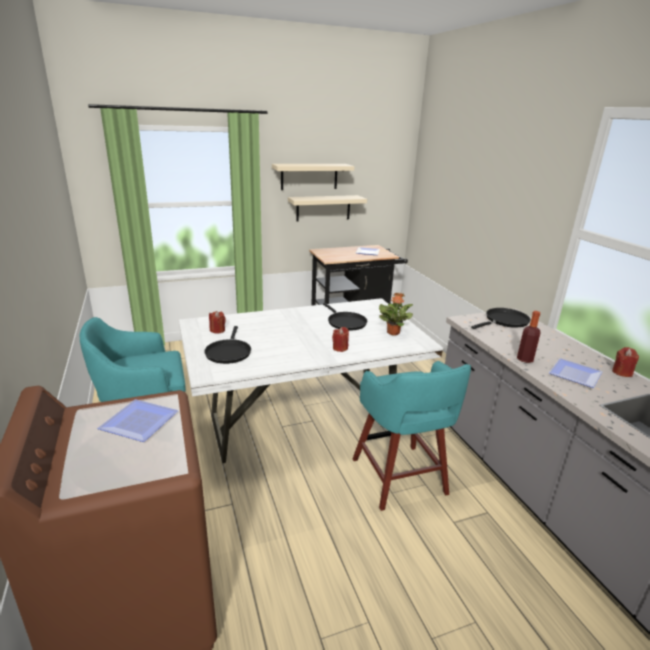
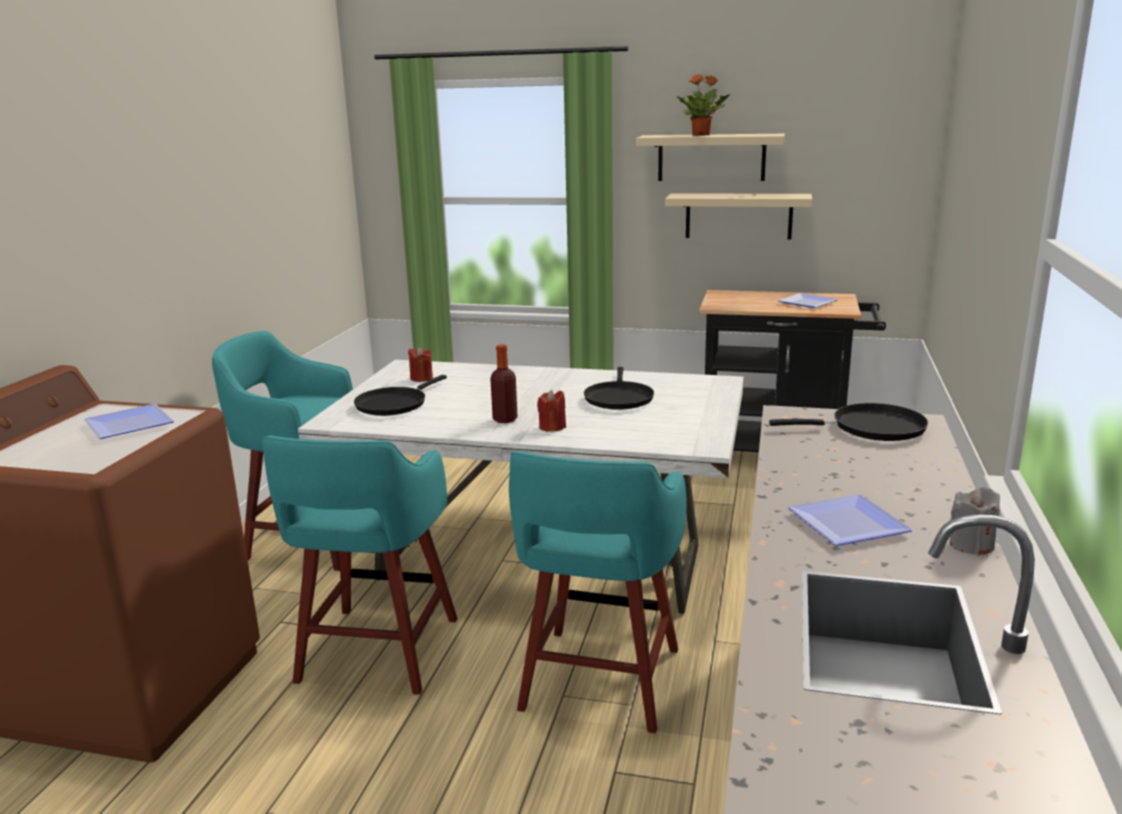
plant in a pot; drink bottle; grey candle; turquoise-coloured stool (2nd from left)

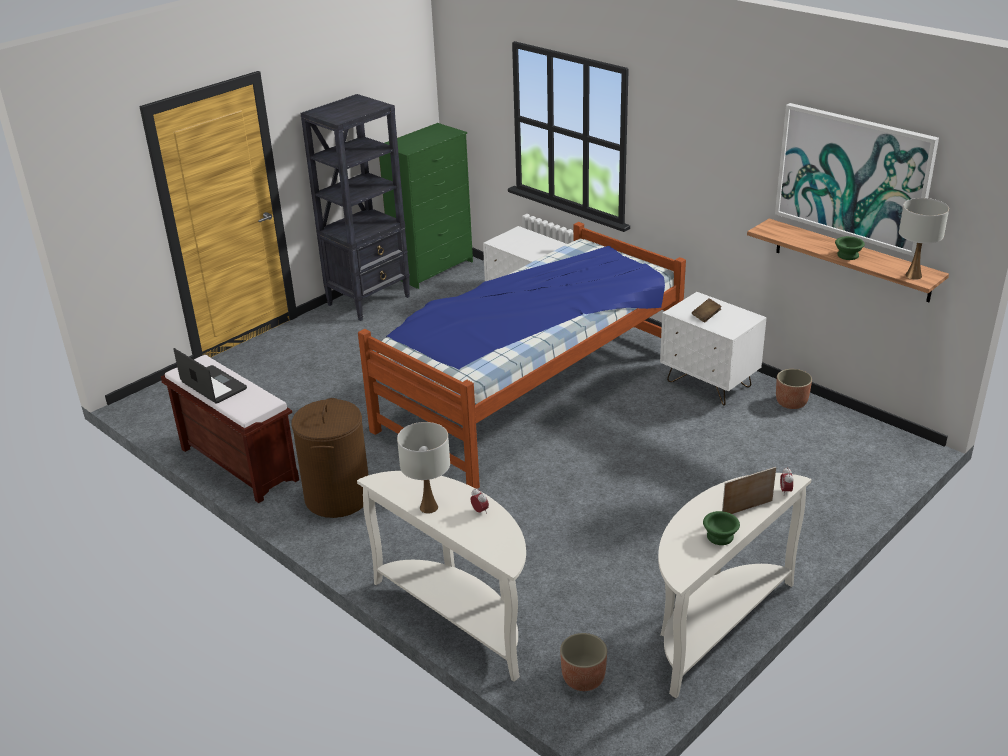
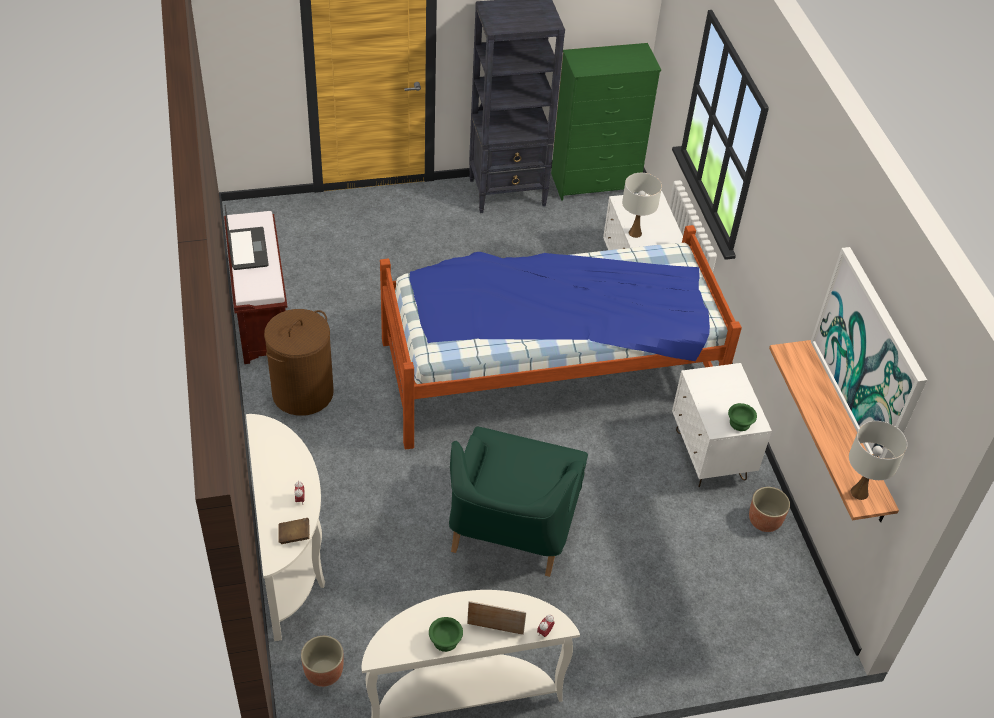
greenish deep dish (2nd from left); brown-coloured volume; white-coloured tabletop lamp (1st from left); greenish lounge chair

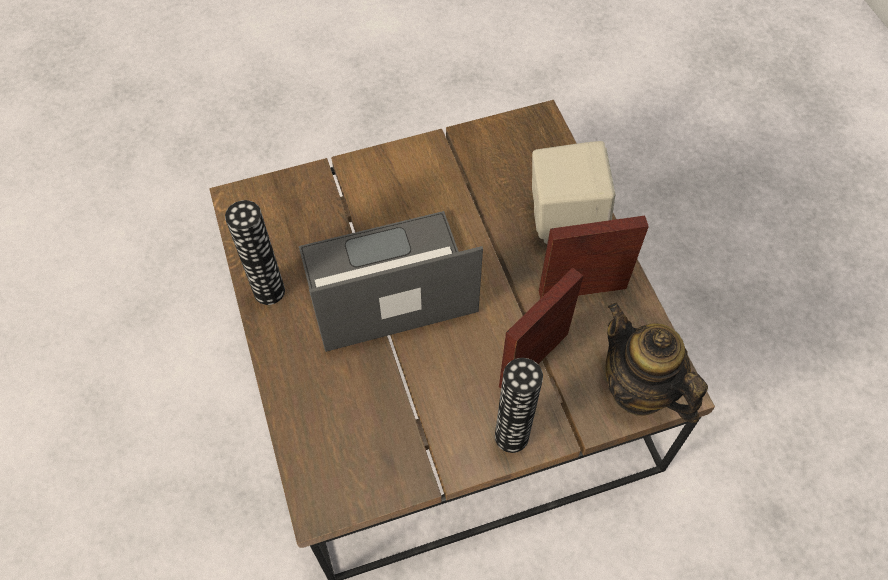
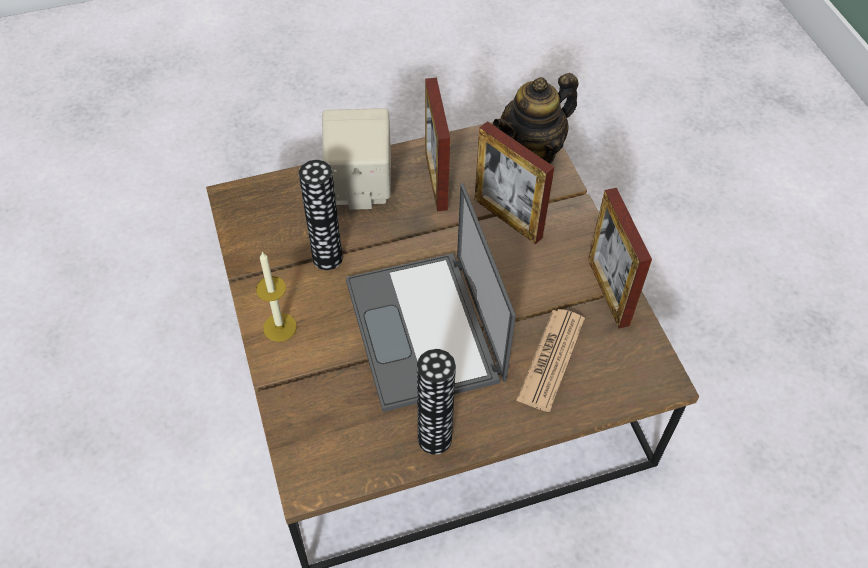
decorative vase (1st from left); picture frame (3rd from left); candle; newspaper

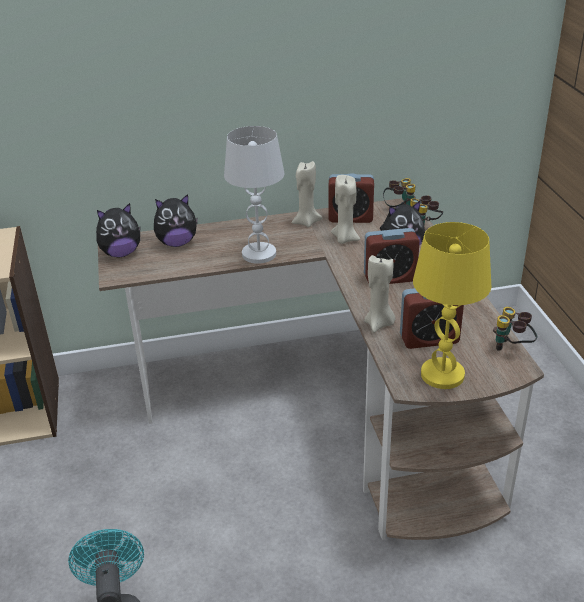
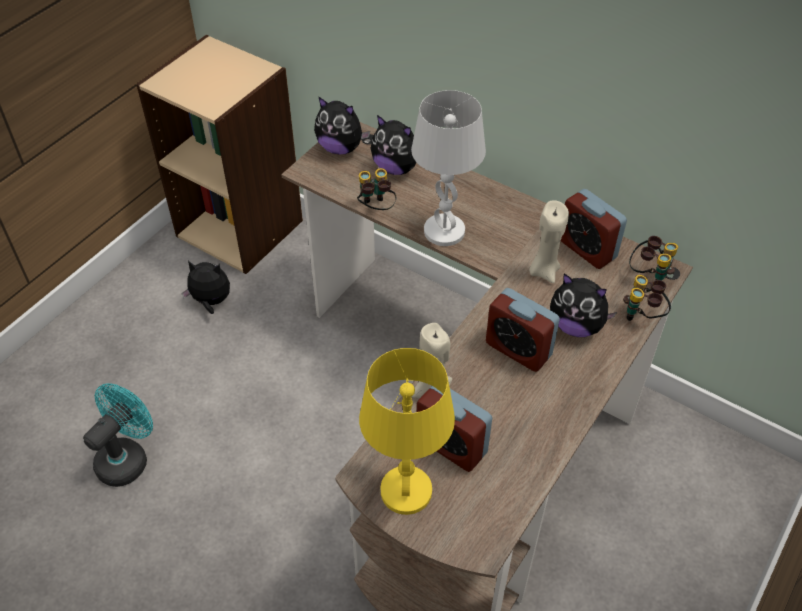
beige-coloured candle (1st from left in the first image); field glasses (1st from left); cuddly toy (1st from left)

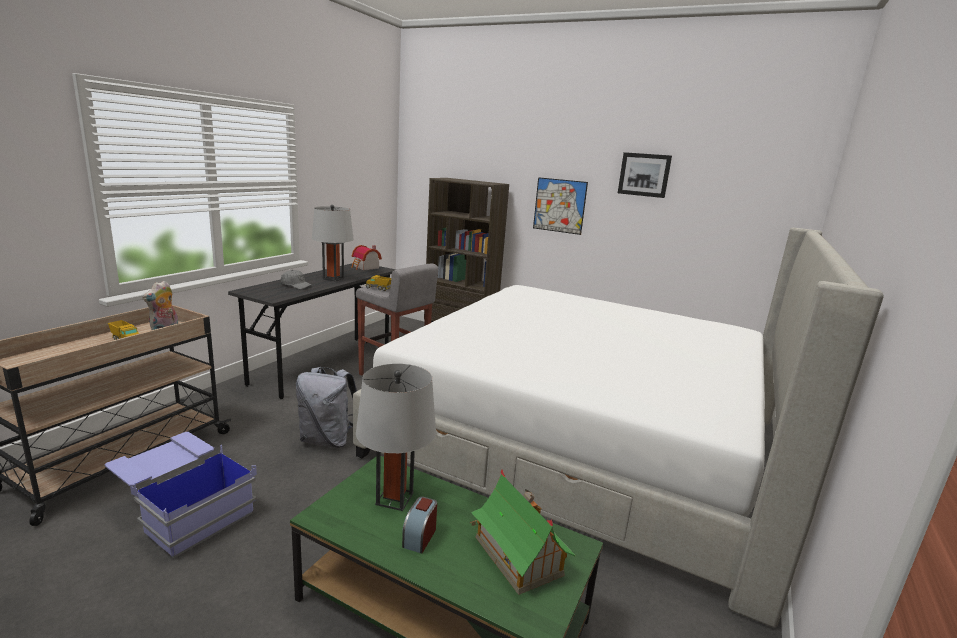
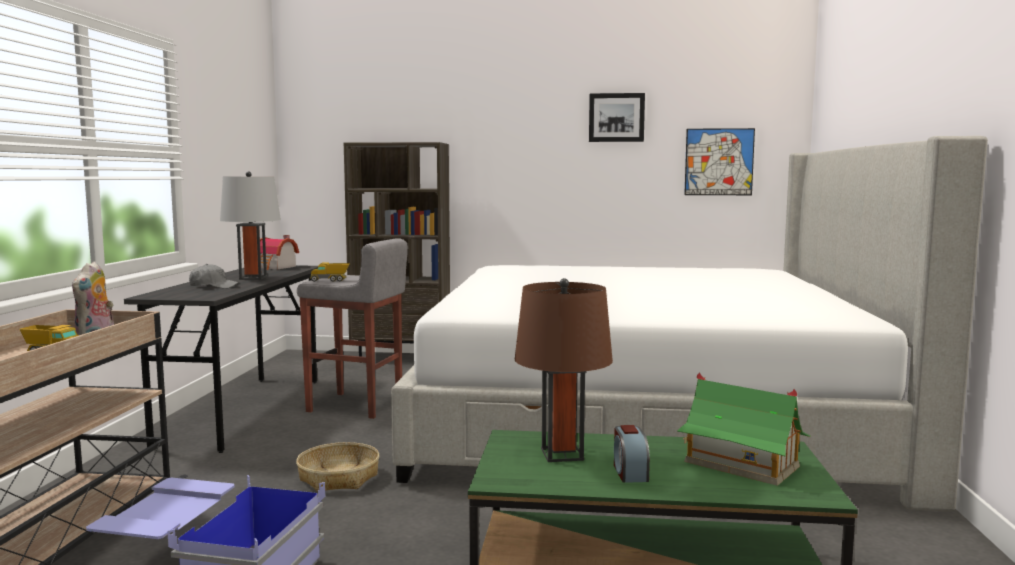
wall picture (2nd from left); brown-coloured tabletop lamp; household basket

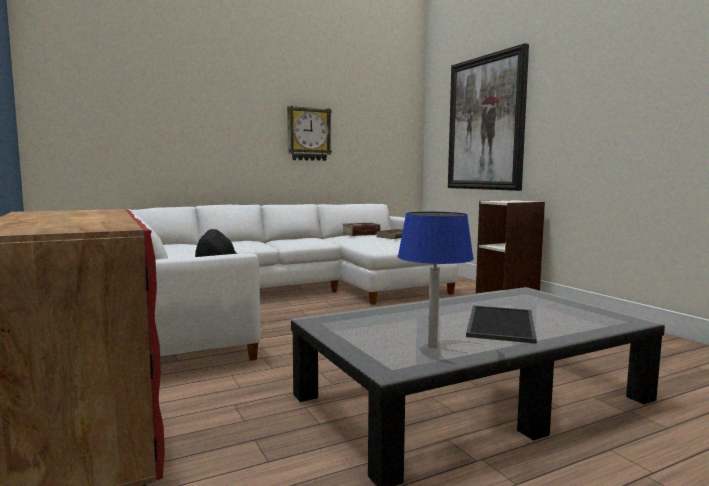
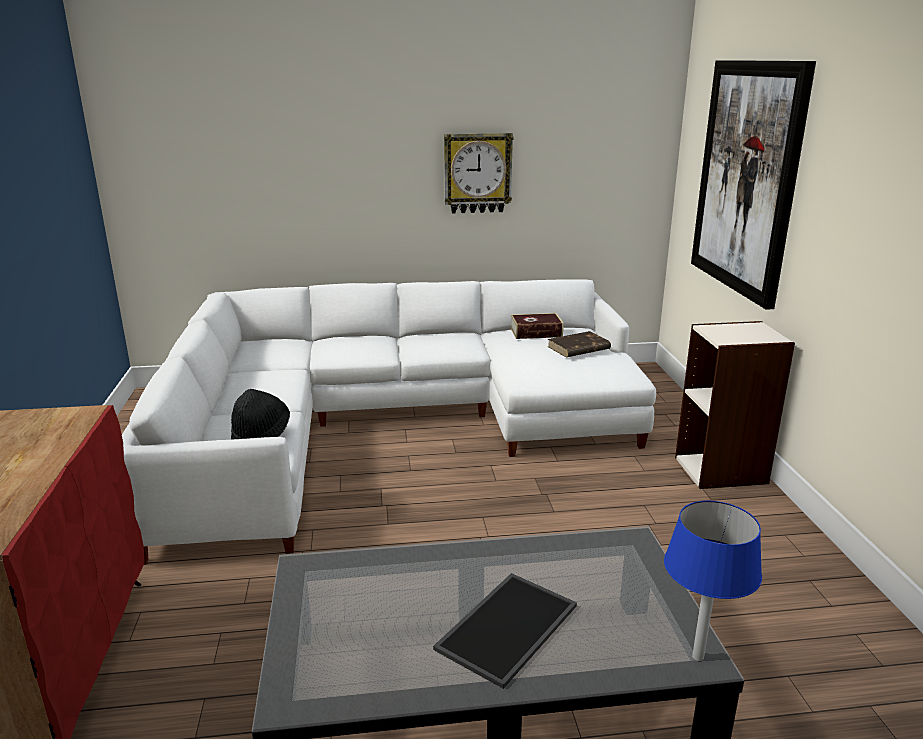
blue tabletop lamp

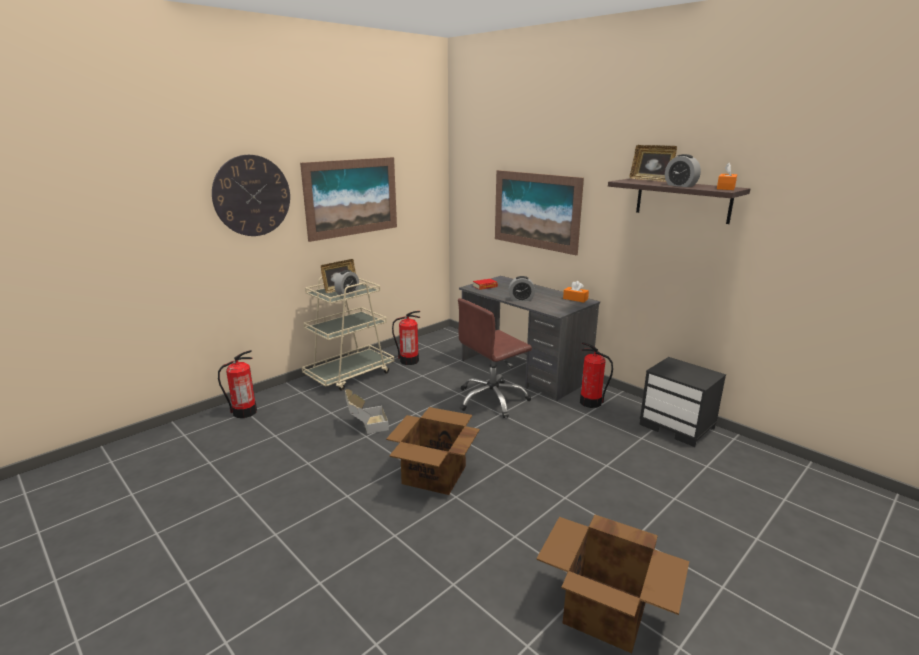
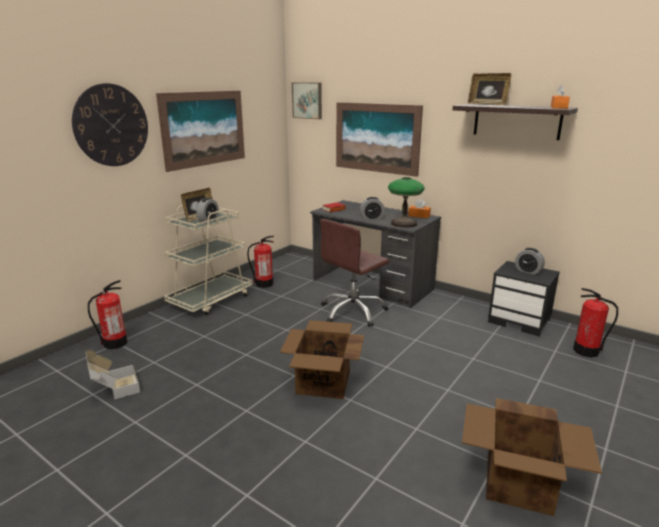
table clock (3rd from left); fire-fighting cylinder (3rd from left); cardboard box (1st from left); wall picture (2nd from left); tabletop lamp

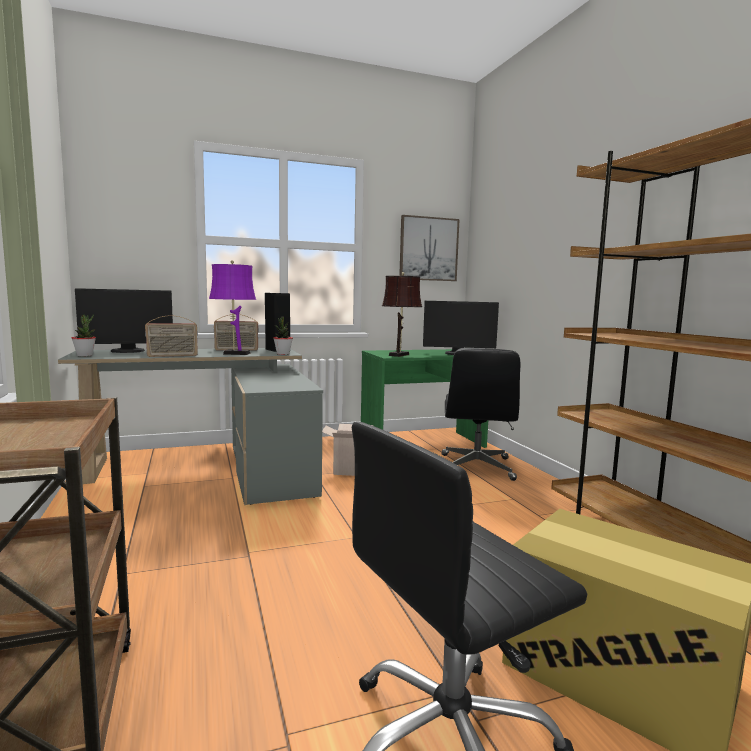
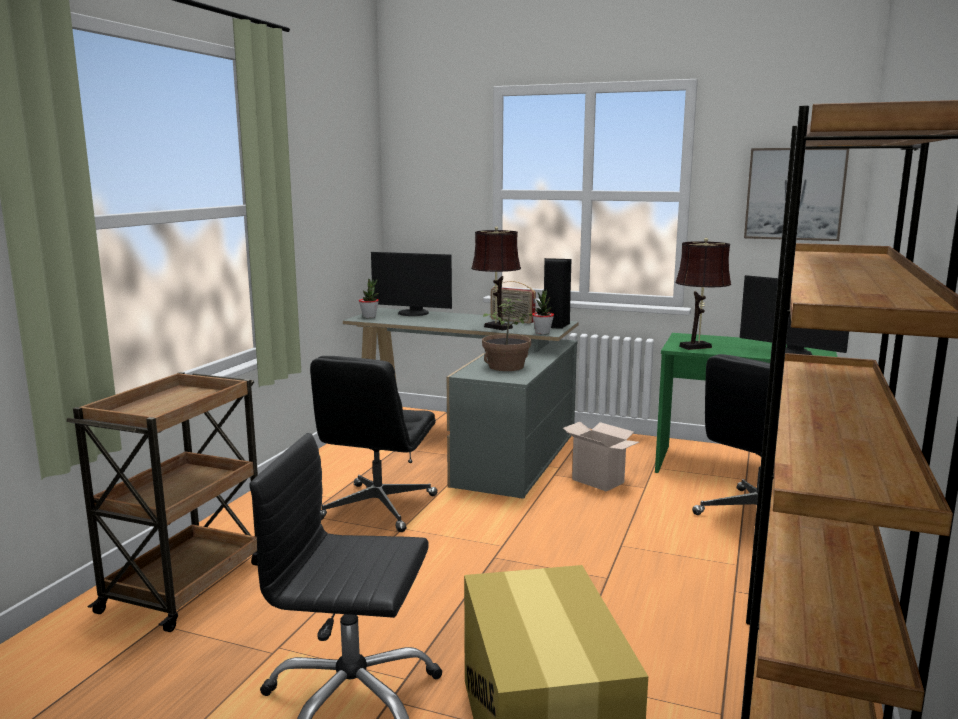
brown-coloured tabletop lamp (1st from left); radio receiver (1st from left in the first image); plant in a pot (2nd from left); black-coloured computer chair (2nd from left)

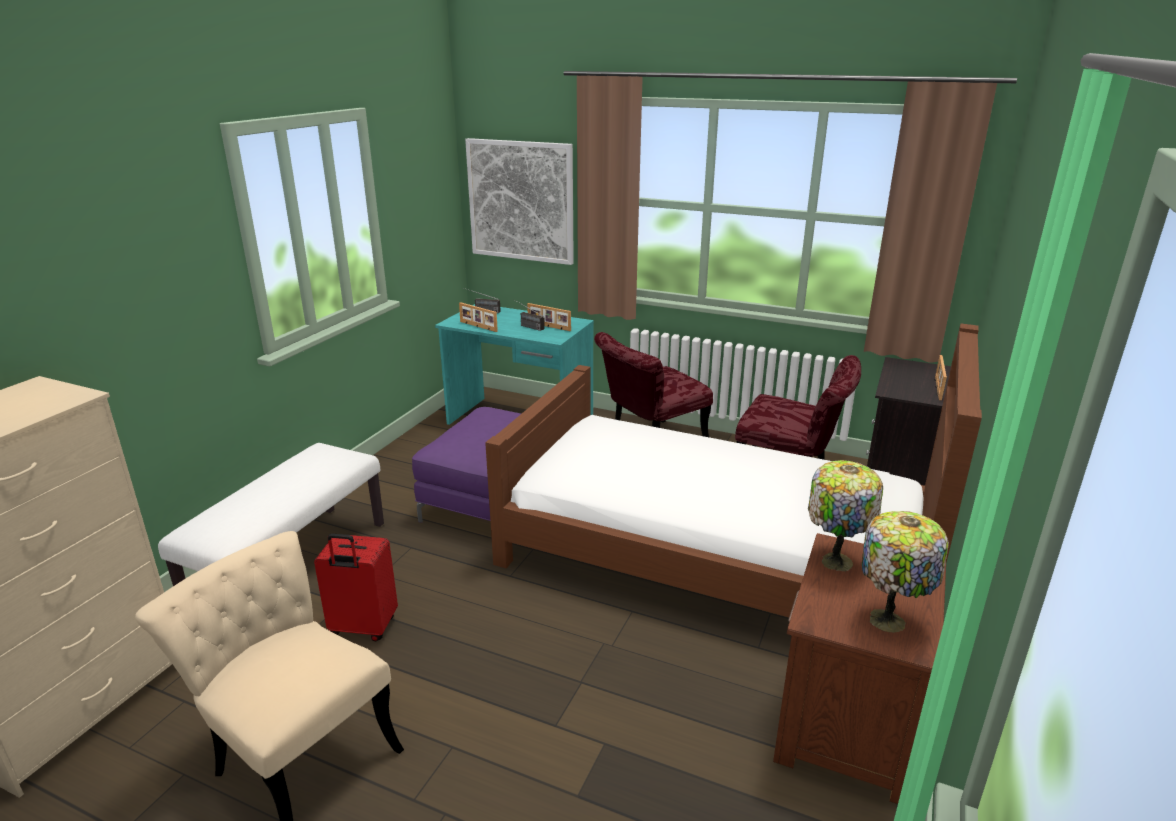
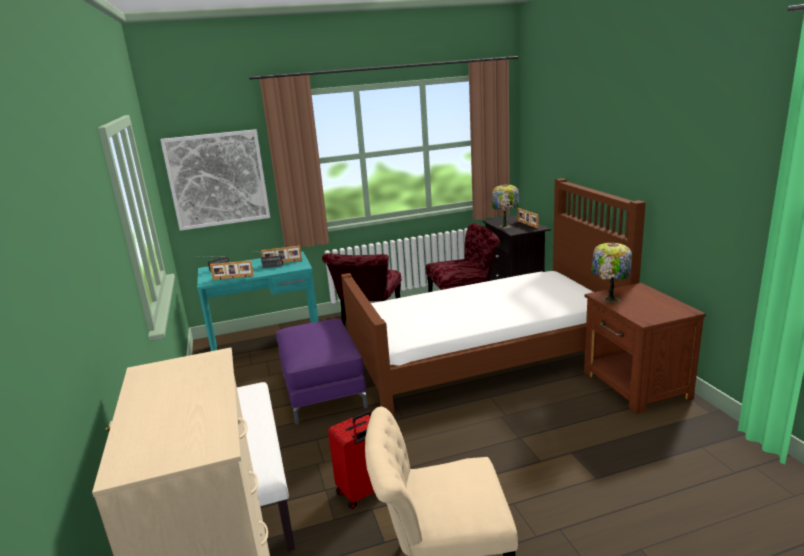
tabletop lamp (1st from left)

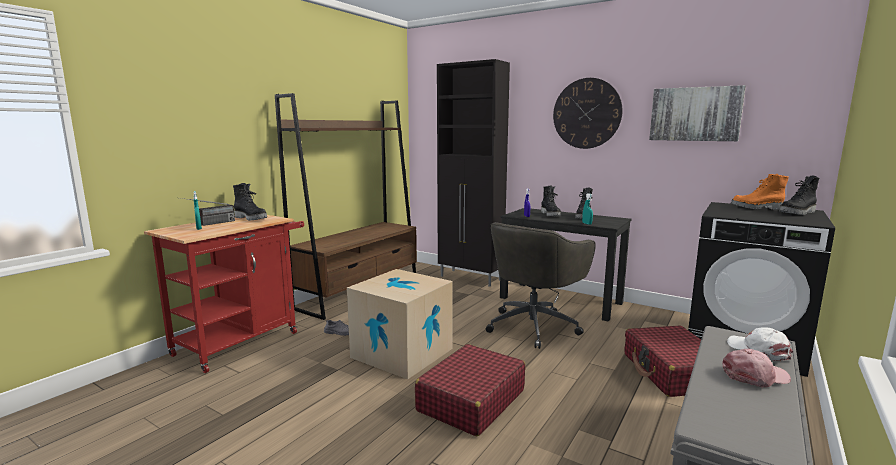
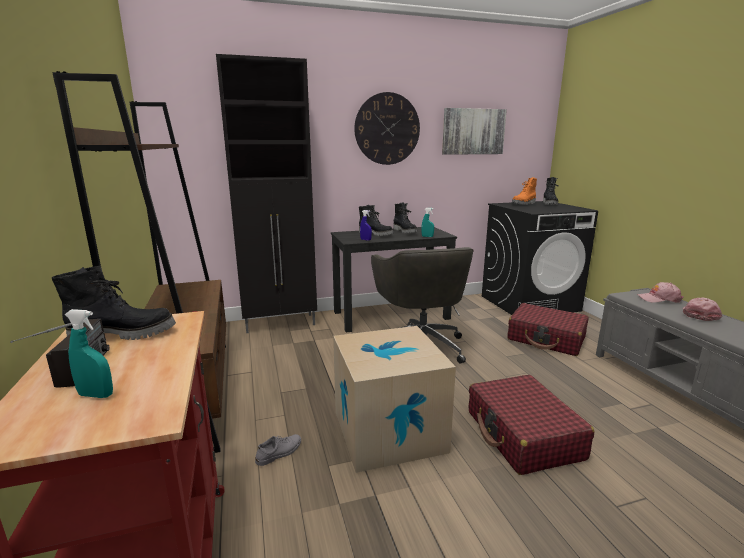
pink-coloured baseball cap (1st from left)

